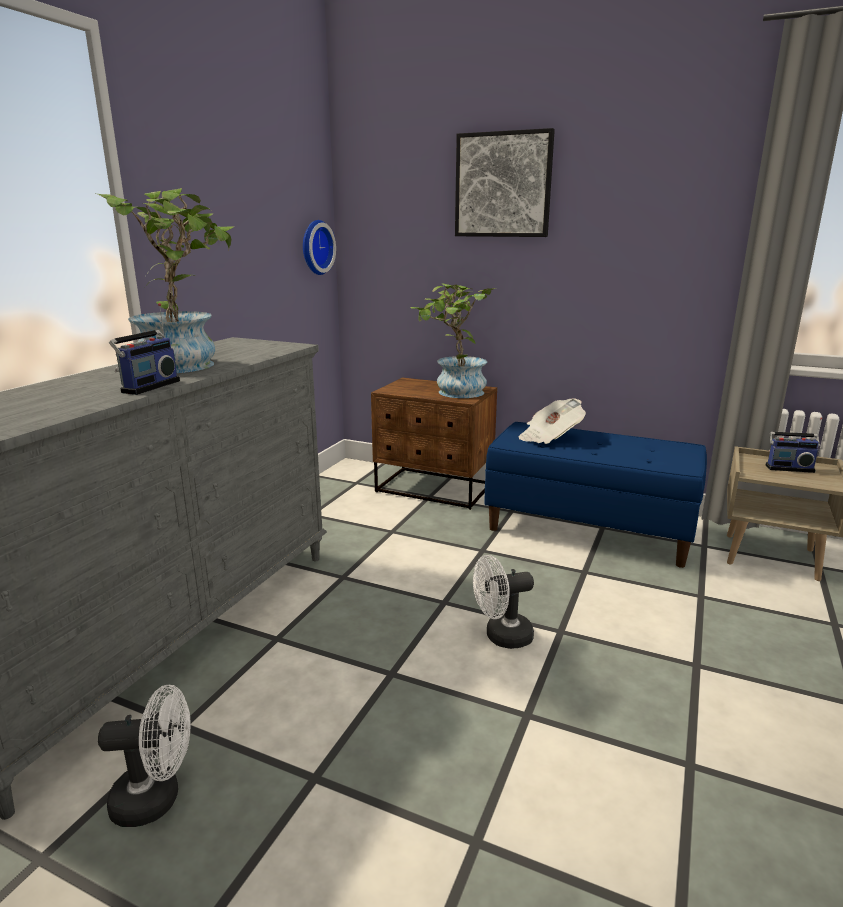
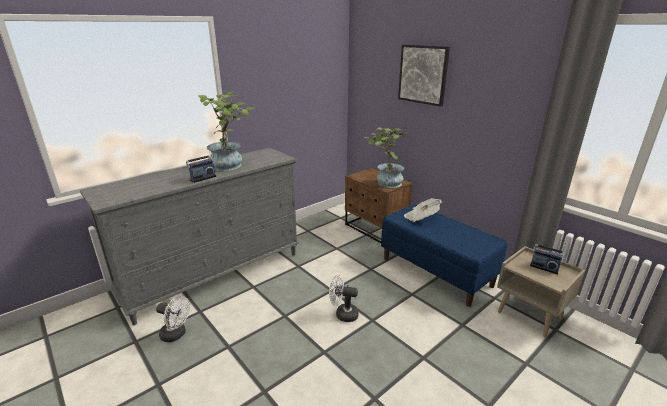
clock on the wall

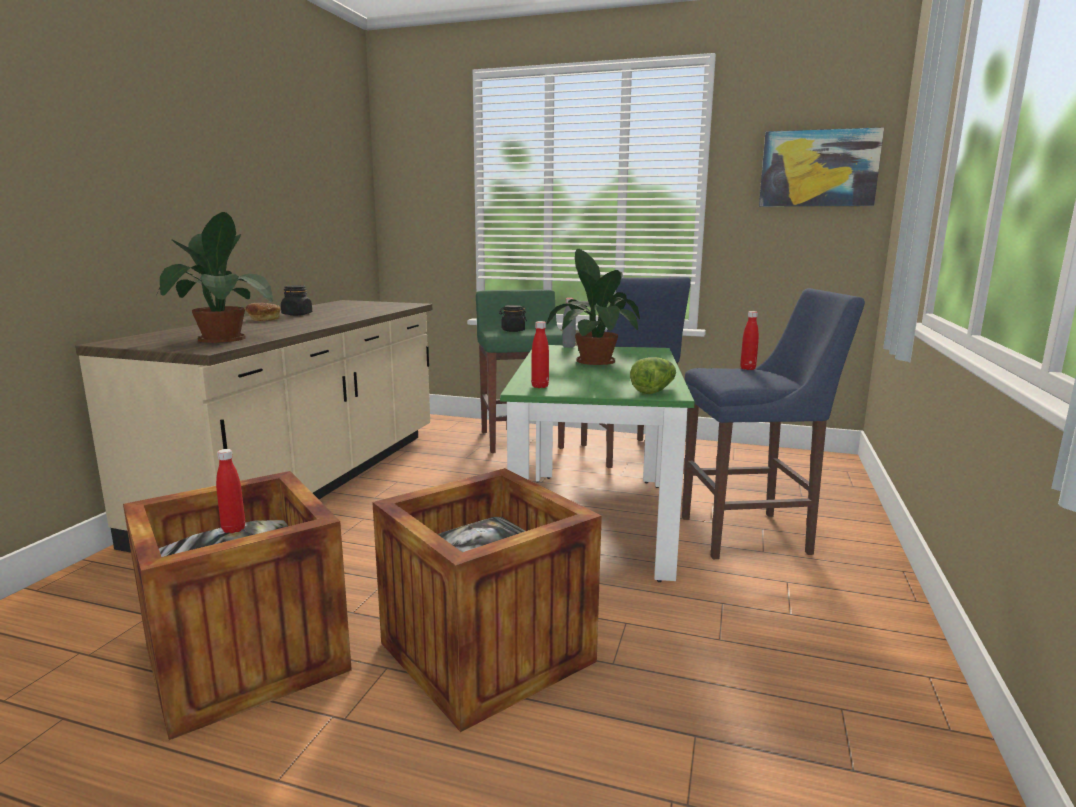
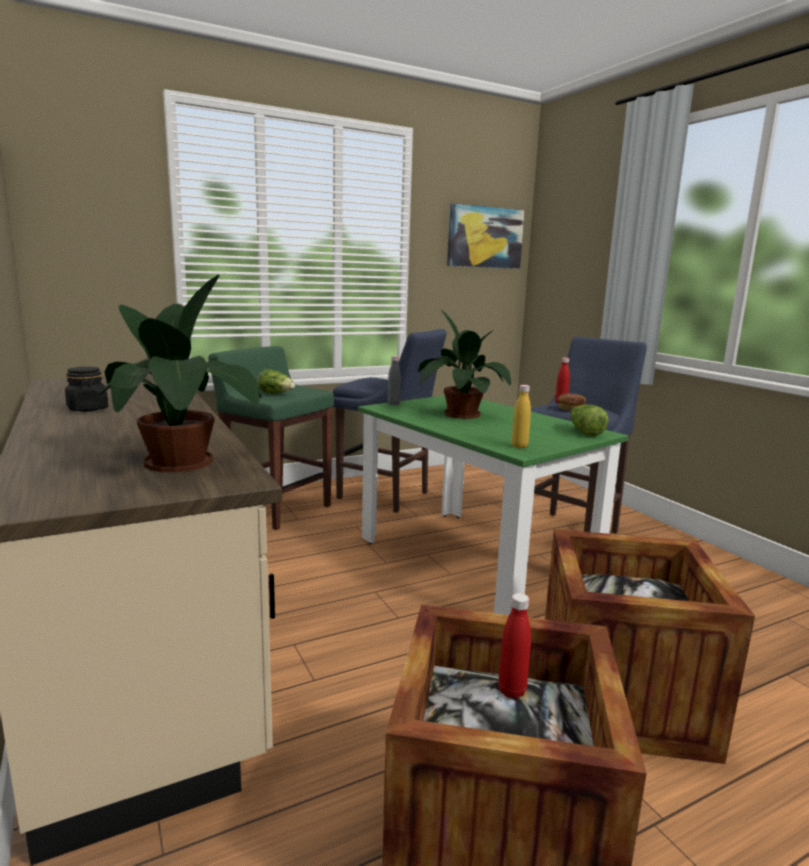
bakery bread; head of lettuce (1st from left); yellow-coloured drink bottle

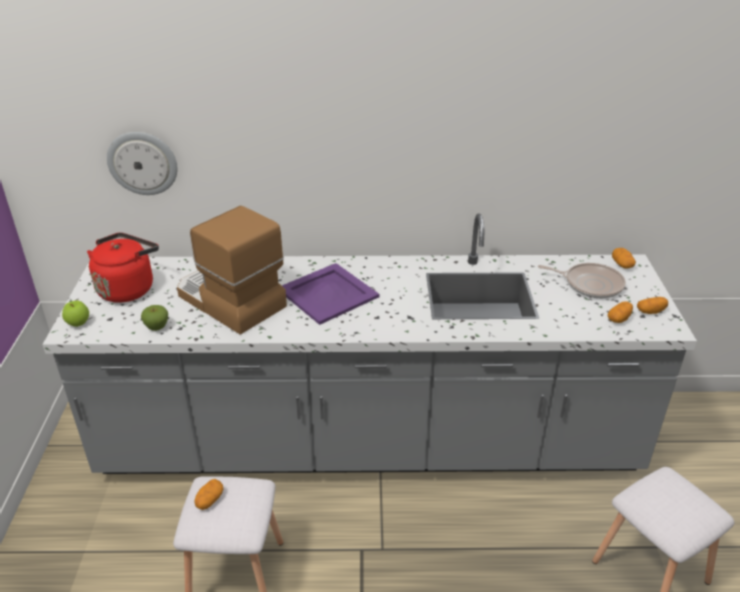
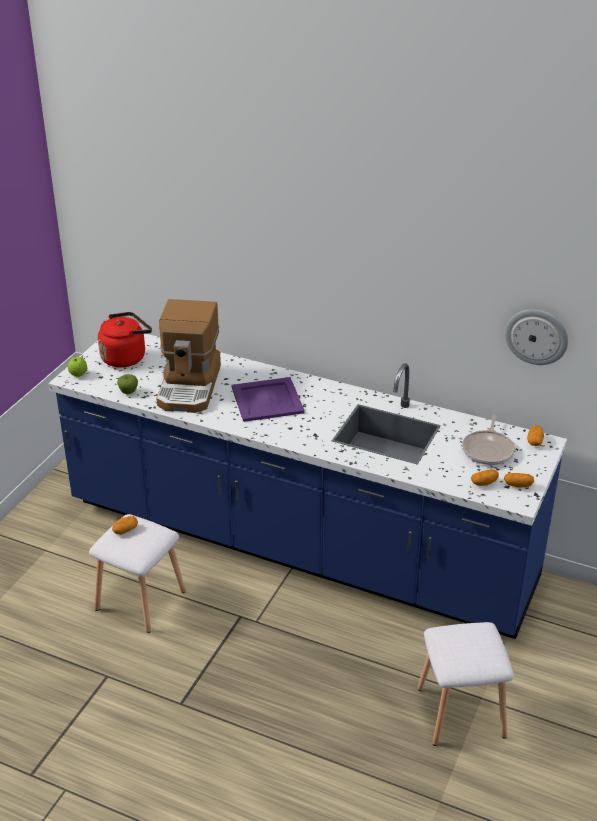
clock on the wall; coffee maker; blue kitchen base unit; frying pan

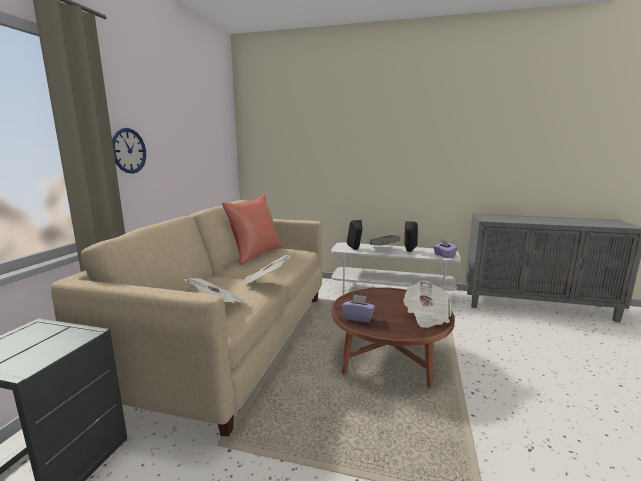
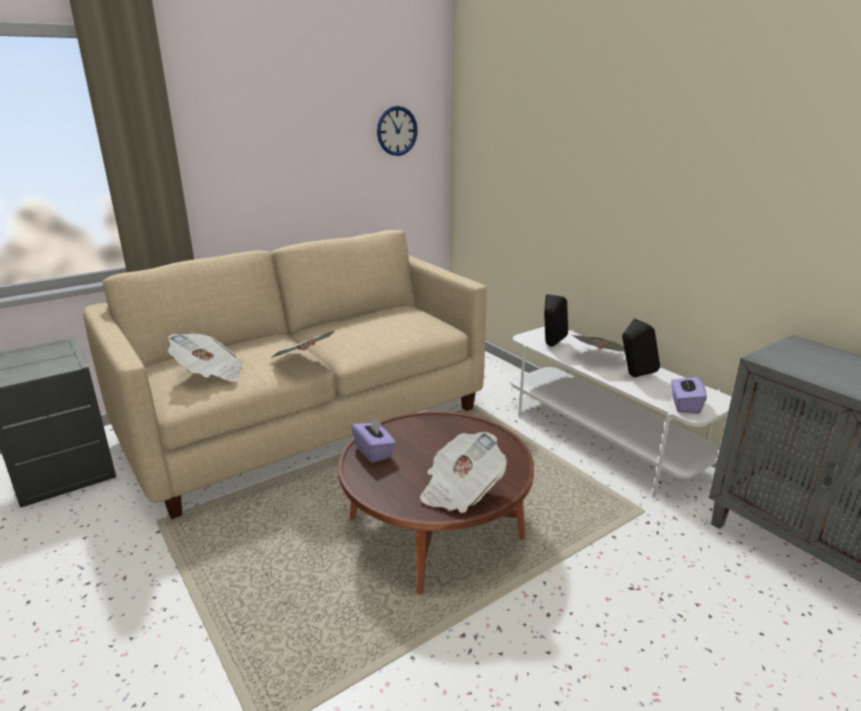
clock on the wall; red throw pillow

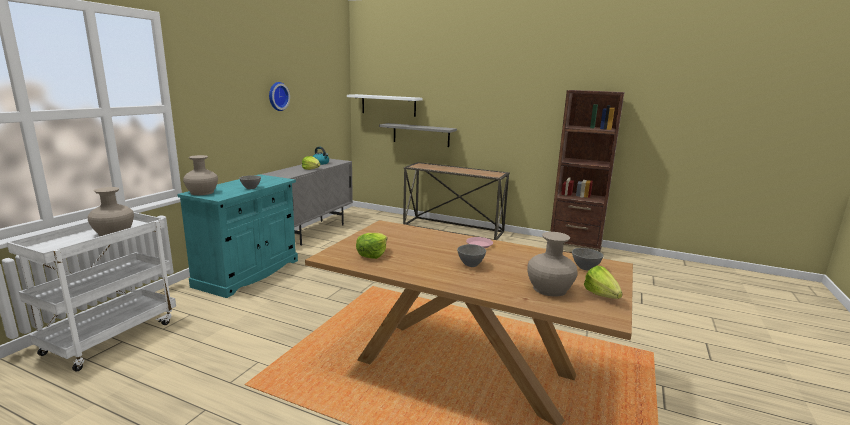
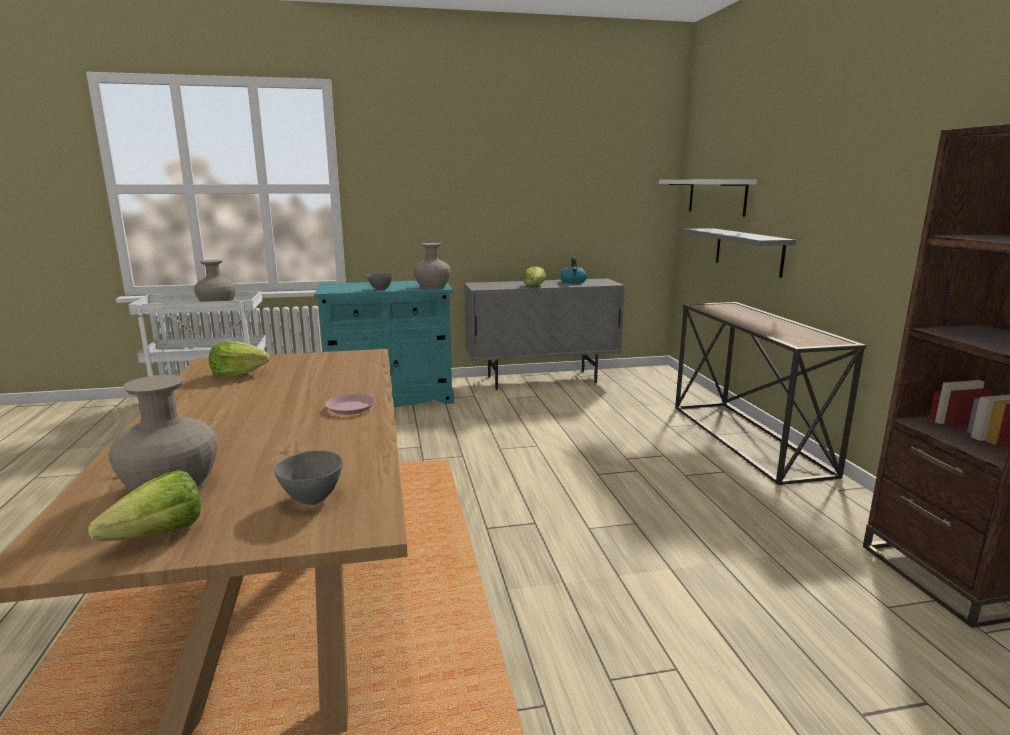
clock on the wall; beige-coloured decorative vase (3rd from left); grey deep dish (2nd from left in the first image)

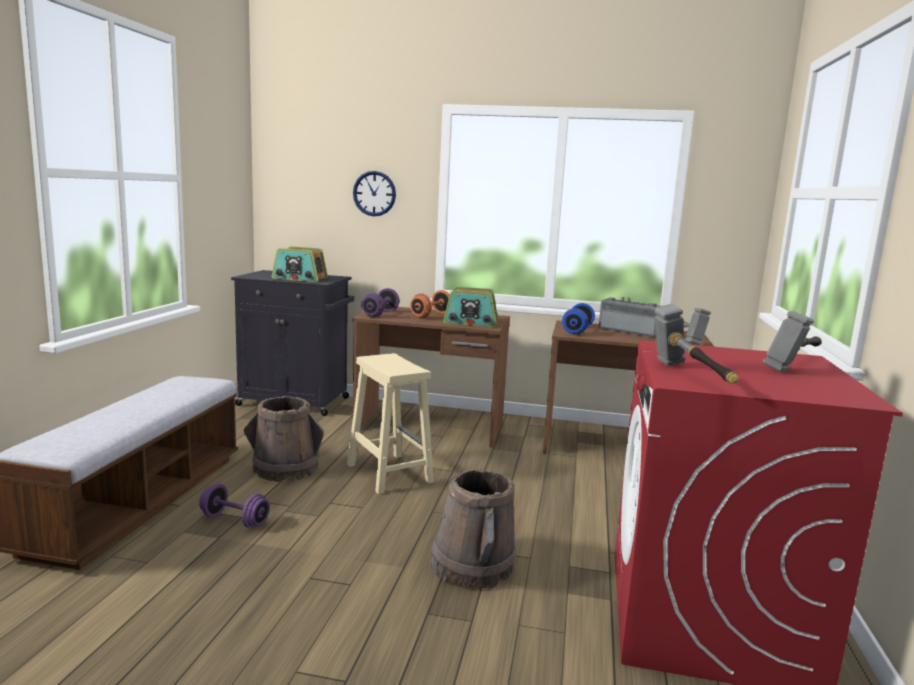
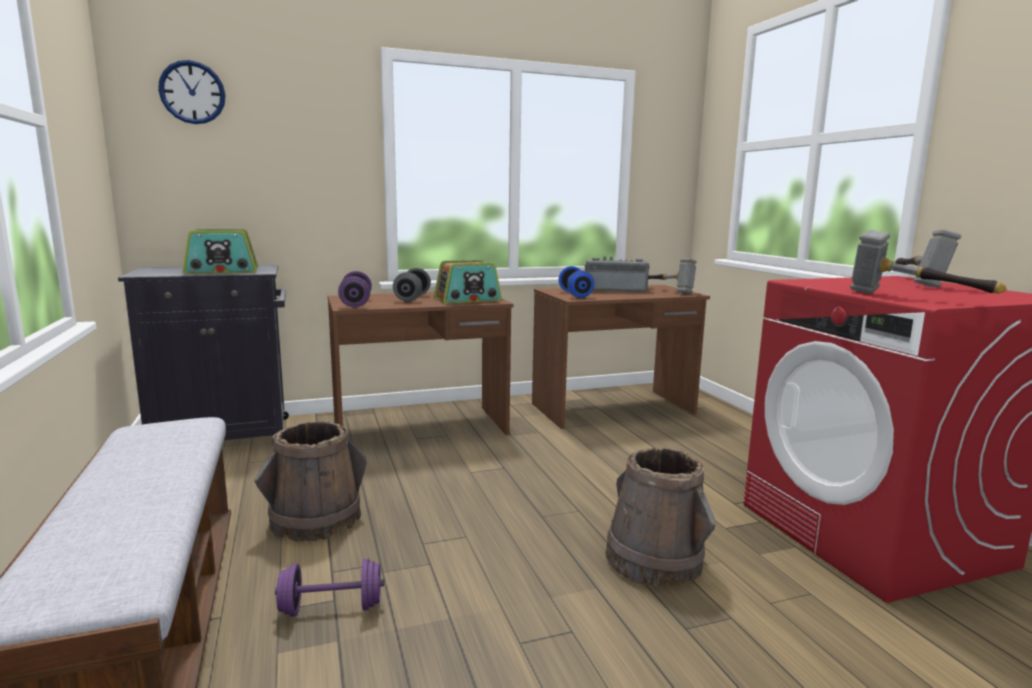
clock on the wall; grey dumbbell; beige-coloured stool

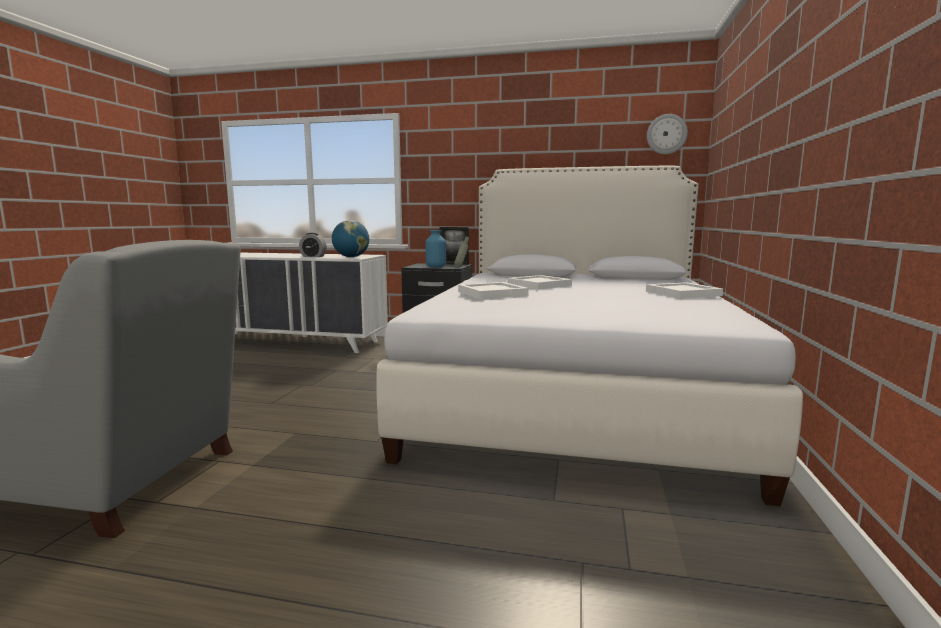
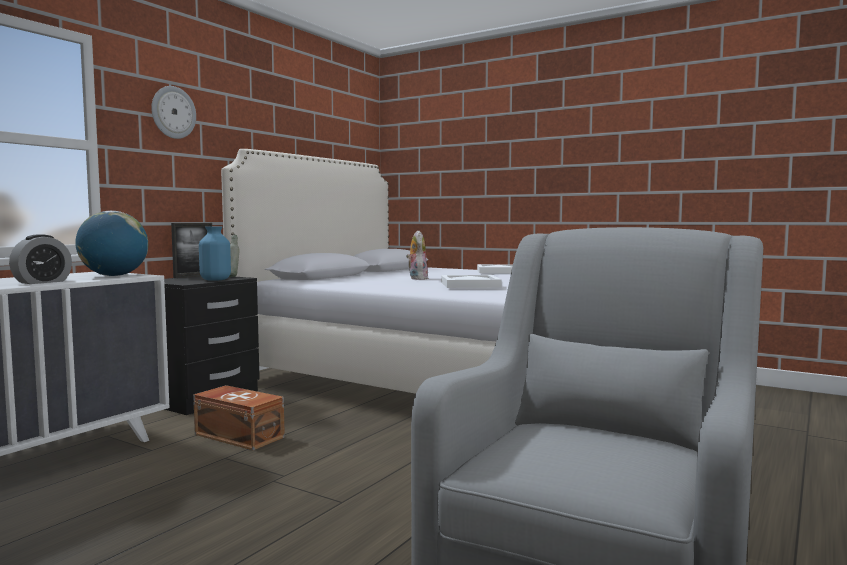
clock on the wall; cuddly toy; brown-coloured storage box

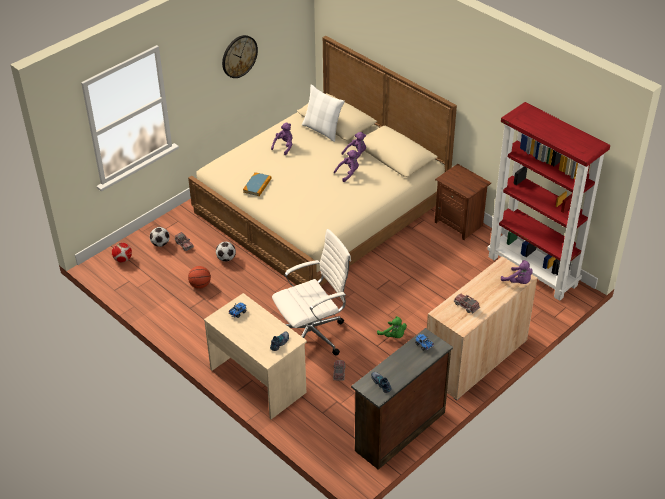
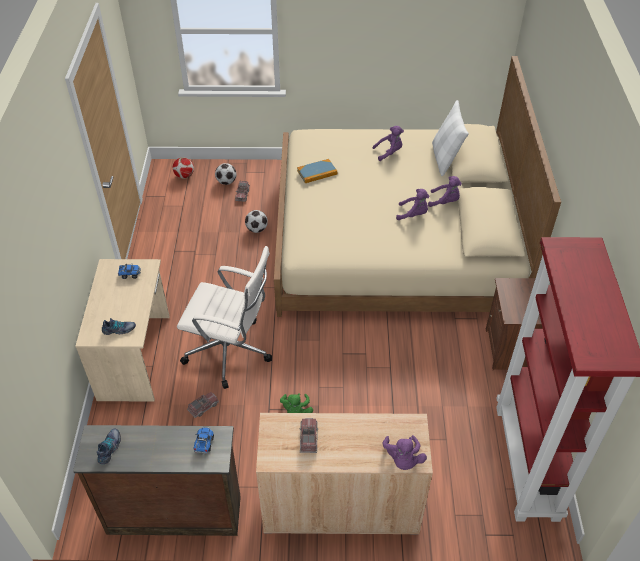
clock on the wall; ball for basketball

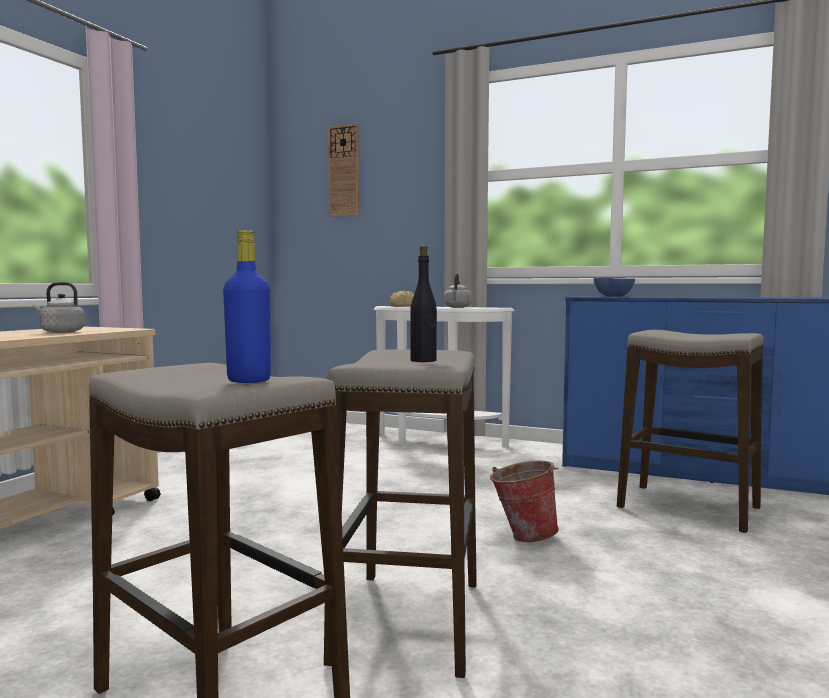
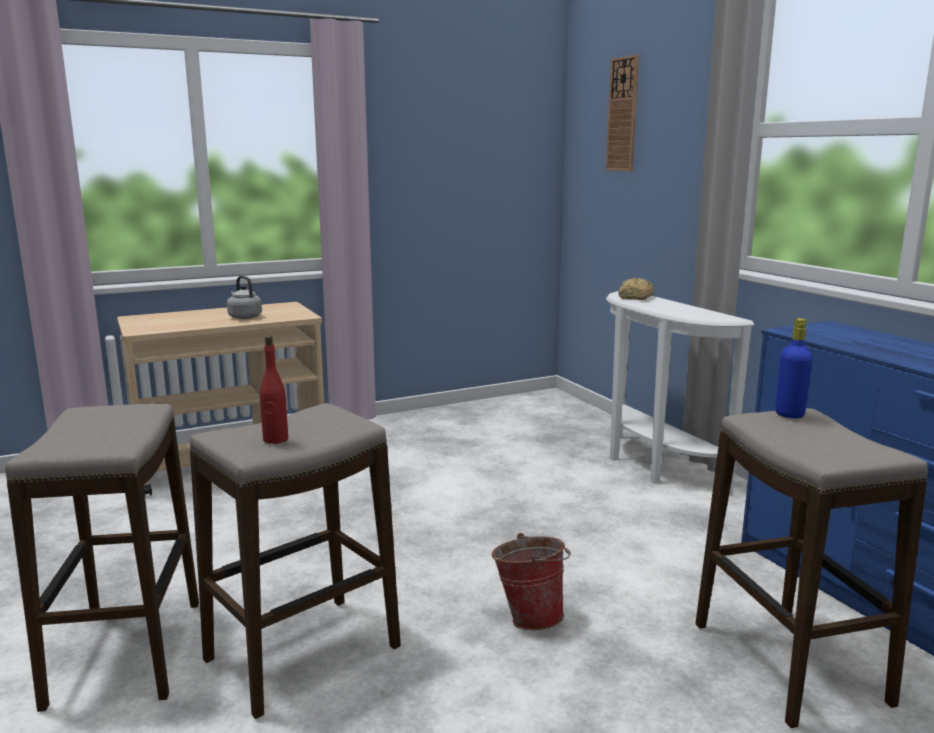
blue drink bottle; red drink bottle; grey tea kettle (2nd from left in the first image); blue deep dish

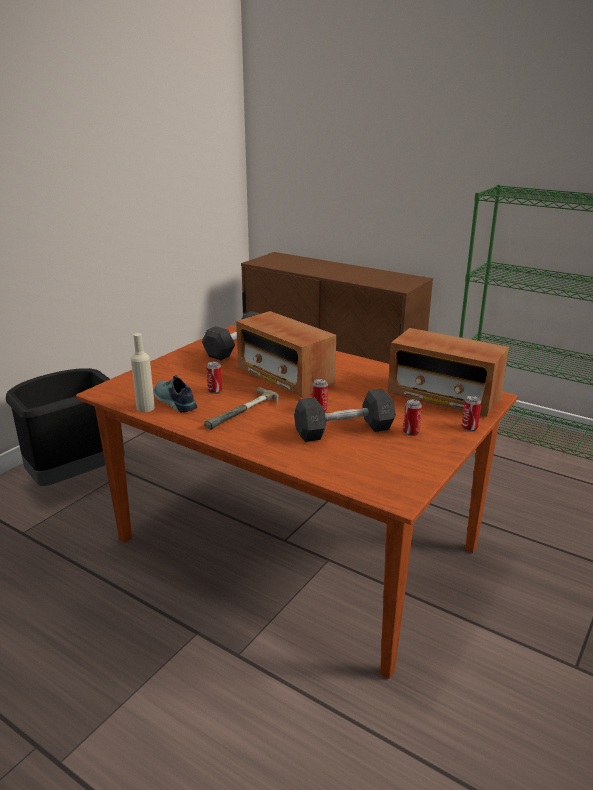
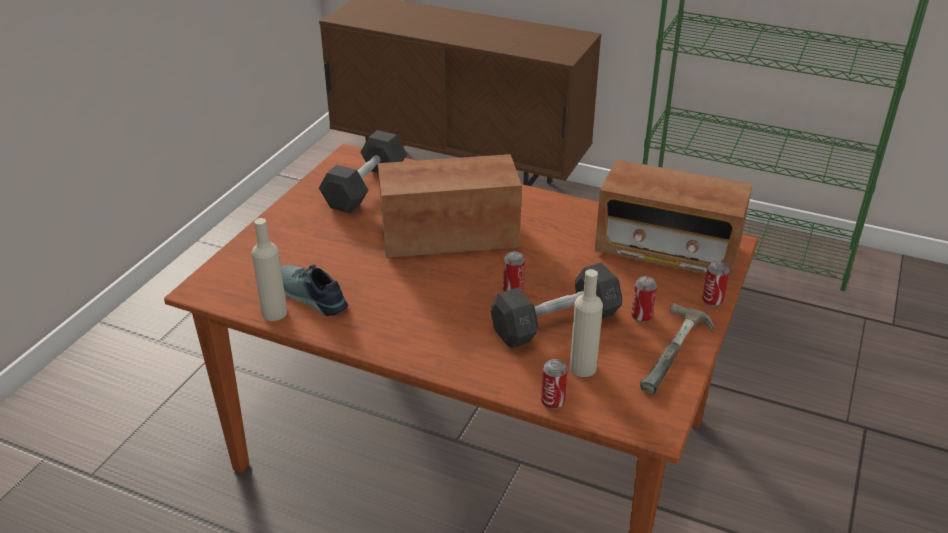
radio receiver (1st from left); can (2nd from left); black-coloured trash can; tool hammer; beige-coloured drink bottle (2nd from left)

